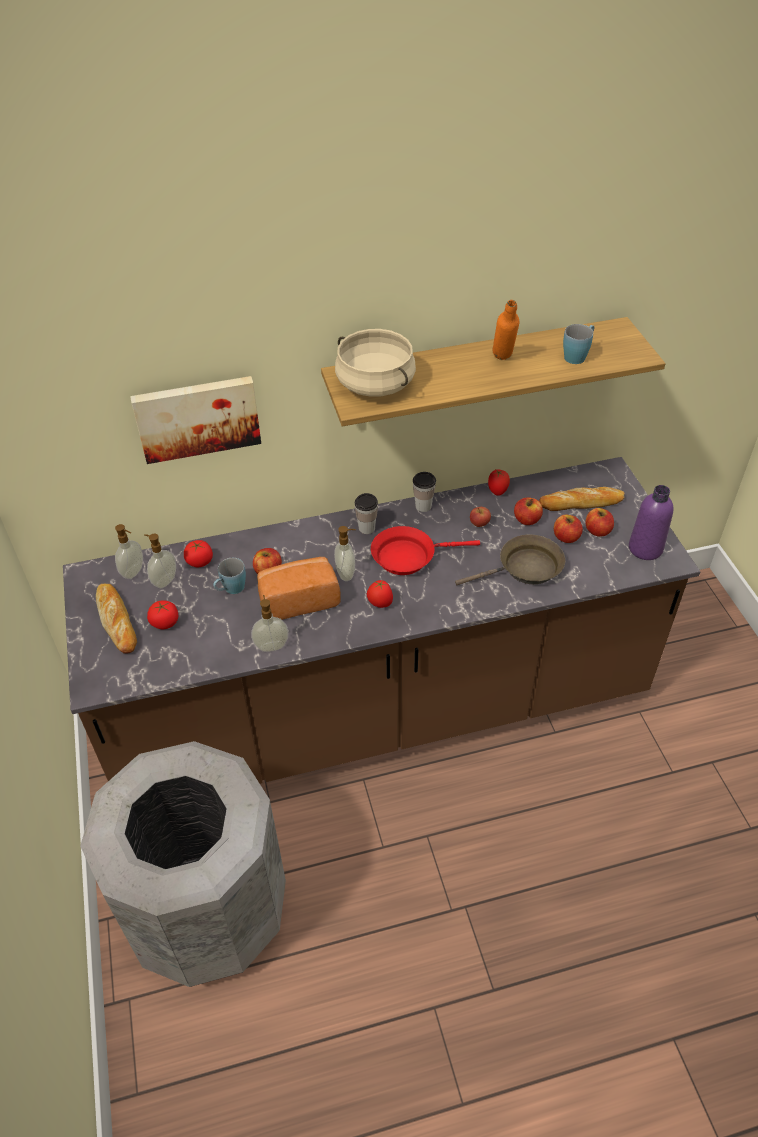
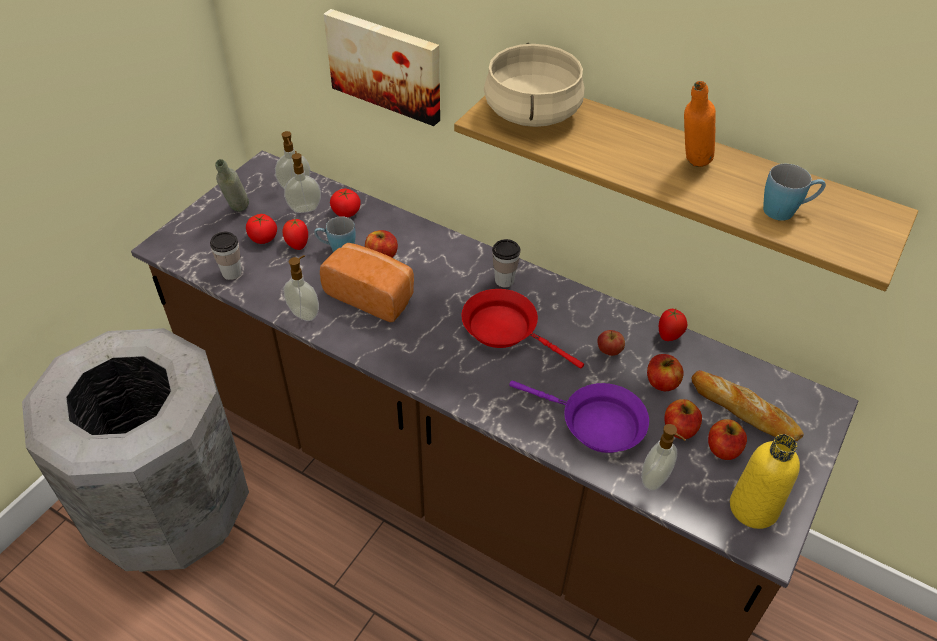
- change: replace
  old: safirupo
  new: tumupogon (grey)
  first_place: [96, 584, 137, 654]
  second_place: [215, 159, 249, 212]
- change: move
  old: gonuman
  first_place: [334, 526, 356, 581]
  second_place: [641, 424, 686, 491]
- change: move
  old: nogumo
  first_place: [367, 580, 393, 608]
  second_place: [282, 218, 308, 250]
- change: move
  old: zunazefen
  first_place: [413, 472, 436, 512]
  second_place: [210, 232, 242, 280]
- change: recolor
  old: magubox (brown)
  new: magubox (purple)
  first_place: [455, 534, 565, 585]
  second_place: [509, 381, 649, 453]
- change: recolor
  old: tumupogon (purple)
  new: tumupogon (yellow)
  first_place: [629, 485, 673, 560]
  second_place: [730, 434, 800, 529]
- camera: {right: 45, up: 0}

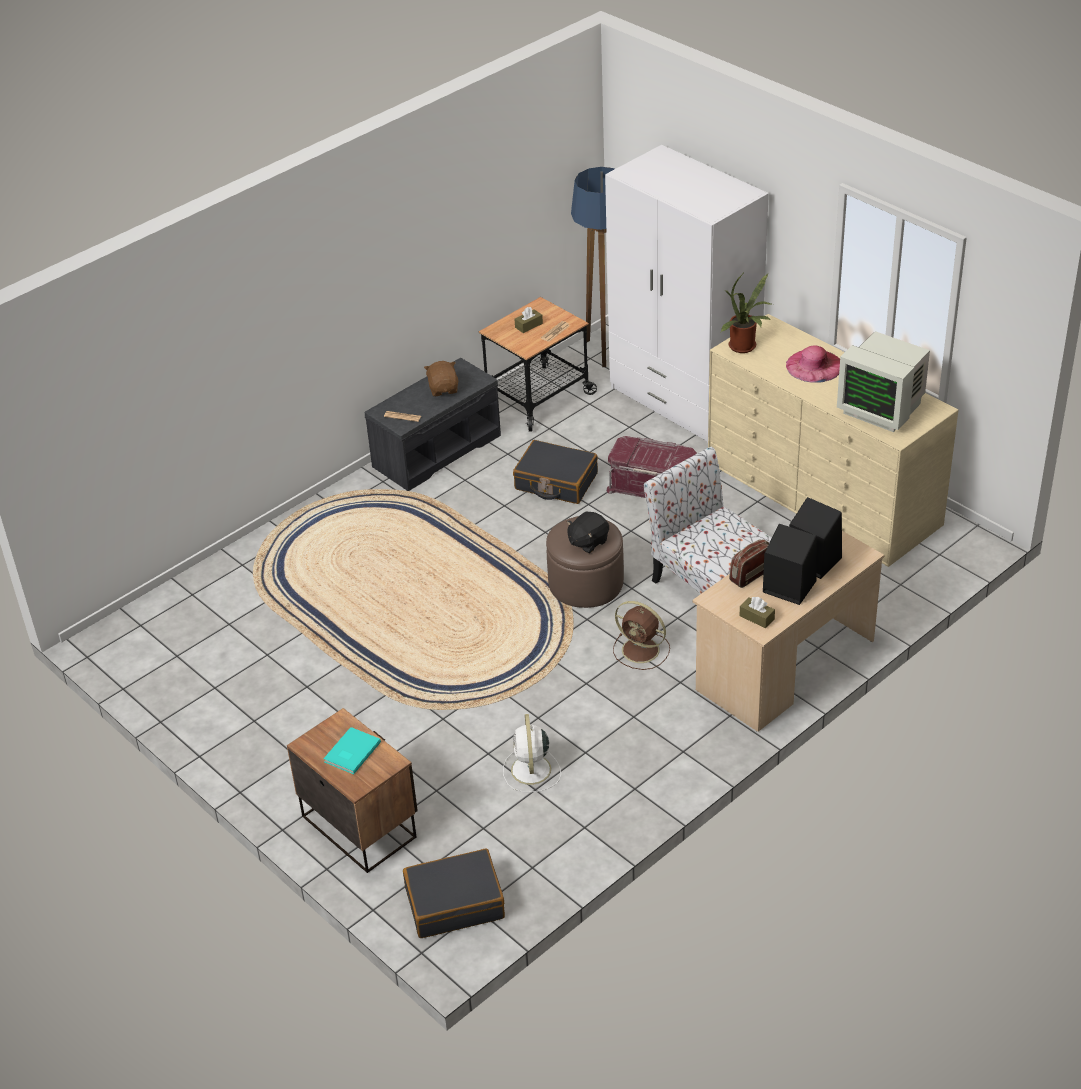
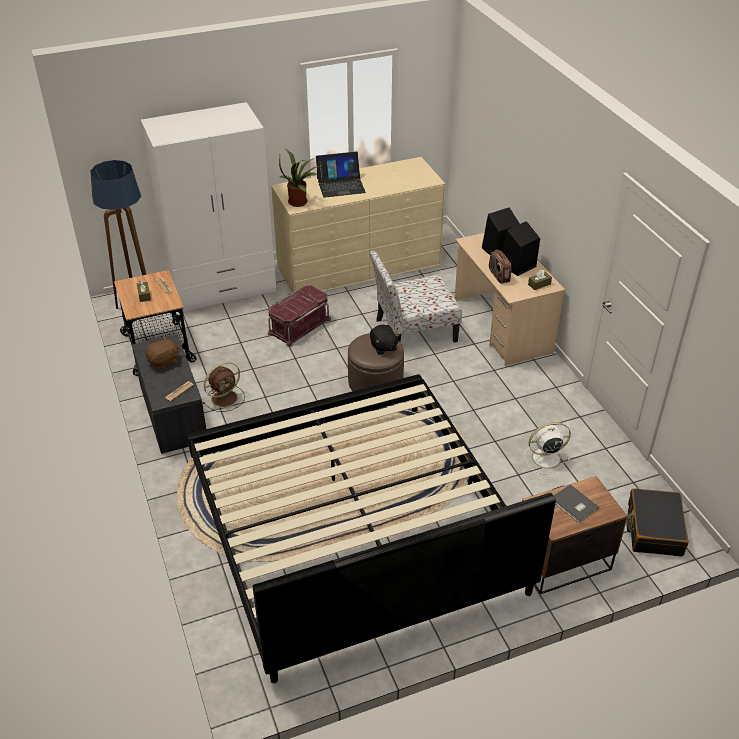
- change: recolor
  old: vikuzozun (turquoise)
  new: vikuzozun (grey)
  first_place: [324, 727, 381, 774]
  second_place: [554, 484, 599, 523]
- change: rotate
  old: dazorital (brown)
  first_place: [424, 361, 458, 396]
  second_place: [145, 337, 180, 370]
  degrees: 135
- change: rotate
  old: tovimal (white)
  first_place: [503, 714, 561, 792]
  second_place: [524, 422, 571, 475]
  degrees: 150
- change: delete
  old: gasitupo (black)
  first_place: [513, 440, 598, 504]
- change: move
  old: tovimal (brown)
  first_place: [613, 601, 670, 670]
  second_place: [203, 362, 245, 412]
- change: replace
  old: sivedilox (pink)
  new: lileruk
  first_place: [786, 345, 840, 383]
  second_place: [316, 152, 366, 198]
- change: delete
  old: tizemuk
  first_place: [837, 331, 930, 432]
- change: insert
  new: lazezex
  second_place: [187, 374, 556, 683]
- camera: {right: -70, up: 0}

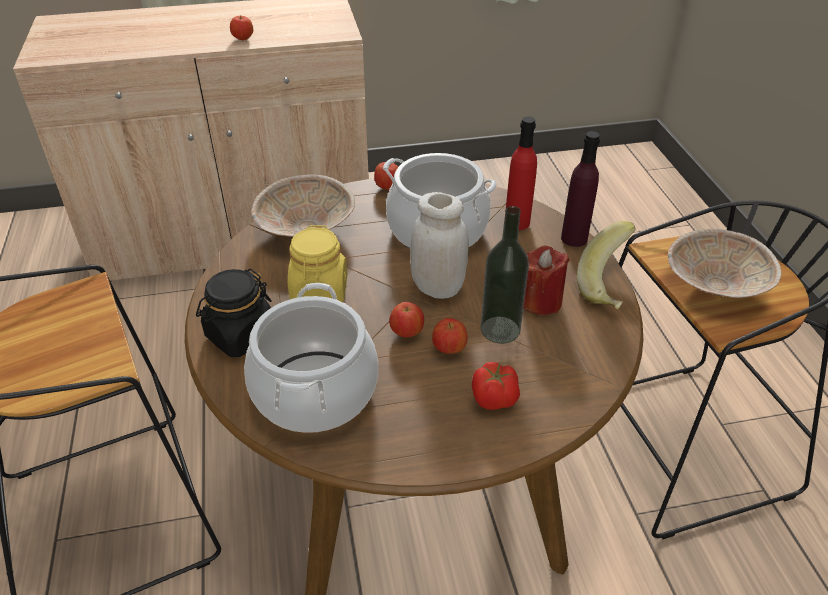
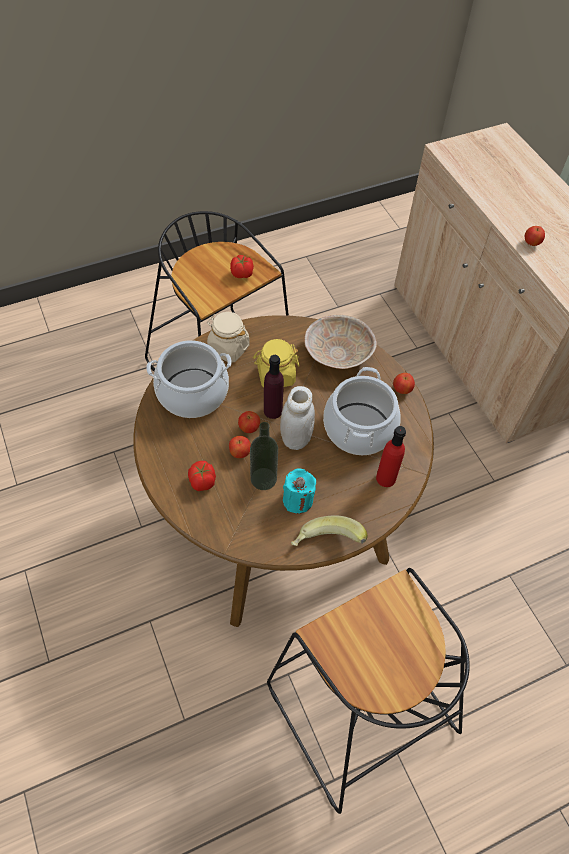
- change: recolor
  old: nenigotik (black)
  new: nenigotik (beige)
  first_place: [196, 268, 272, 357]
  second_place: [207, 312, 249, 363]
- change: recolor
  old: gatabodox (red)
  new: gatabodox (turquoise)
  first_place: [523, 246, 569, 315]
  second_place: [283, 468, 316, 514]
- change: move
  old: tumupogon (purple)
  first_place: [561, 131, 600, 247]
  second_place: [264, 355, 284, 419]
- change: delete
  old: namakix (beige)
  first_place: [668, 229, 782, 298]
- change: insert
  new: nogumo
  second_place: [230, 255, 254, 278]
- camera: {right: 75, up: 15}

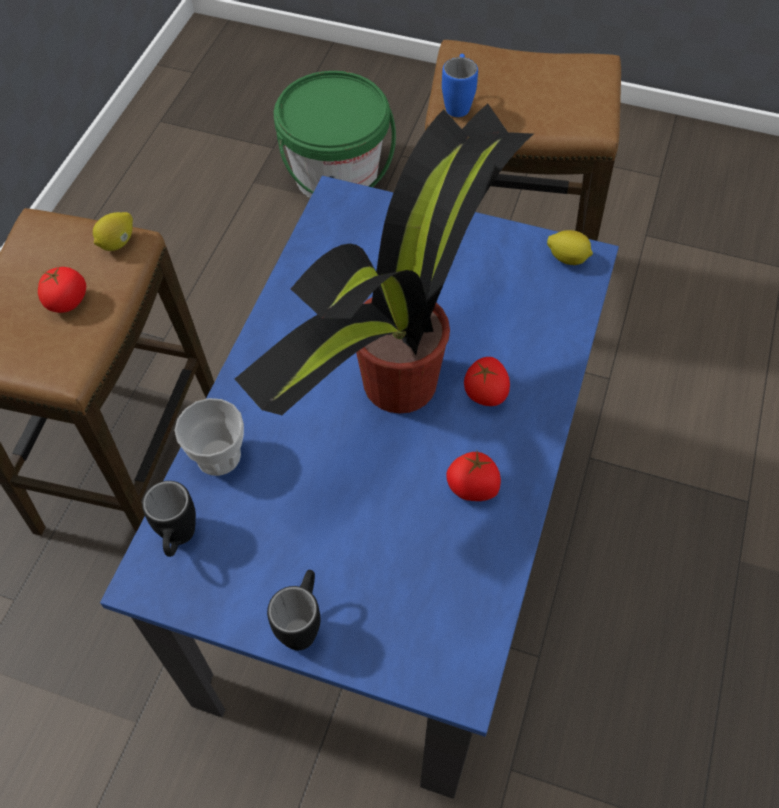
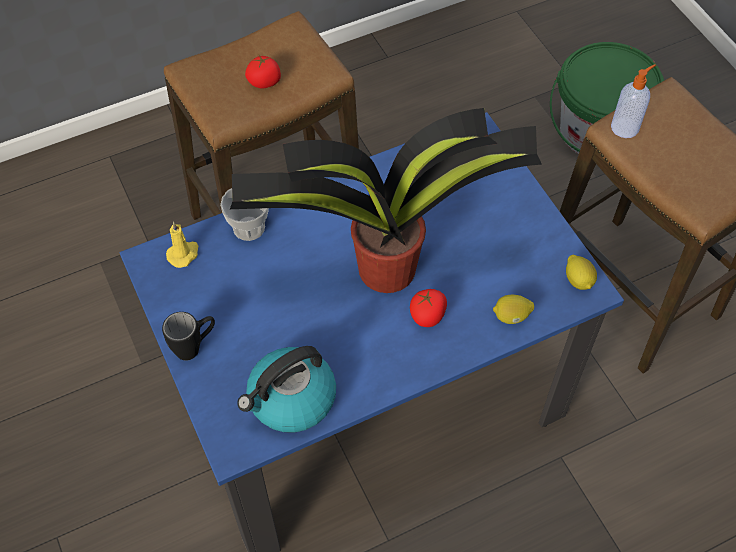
- change: move
  old: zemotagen
  first_place: [93, 212, 133, 251]
  second_place: [493, 295, 534, 324]
- change: replace
  old: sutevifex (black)
  new: gatabodox (yellow)
  first_place: [142, 481, 196, 557]
  second_place: [166, 222, 199, 268]
- change: replace
  old: sutevifex (blue)
  new: gonuman
  first_place: [442, 54, 478, 117]
  second_place: [611, 64, 656, 138]
- change: delete
  old: nogumo
  first_place: [446, 452, 501, 501]
- change: insert
  new: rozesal
  second_place: [237, 346, 336, 433]
- camera: {right: 45, up: 0}

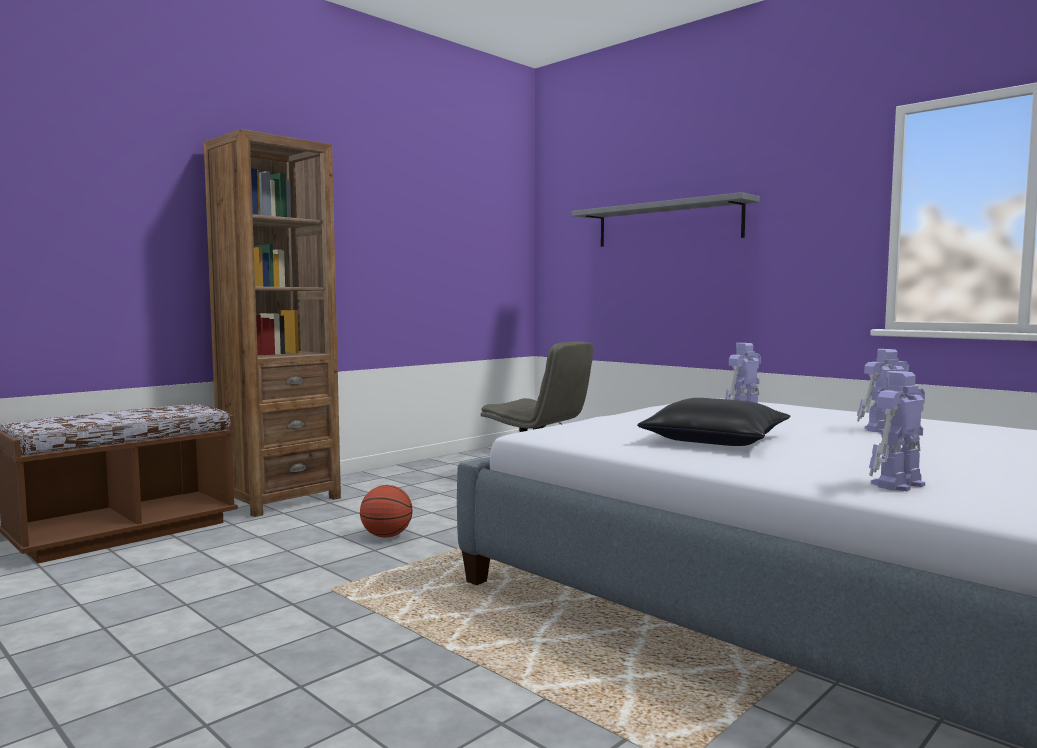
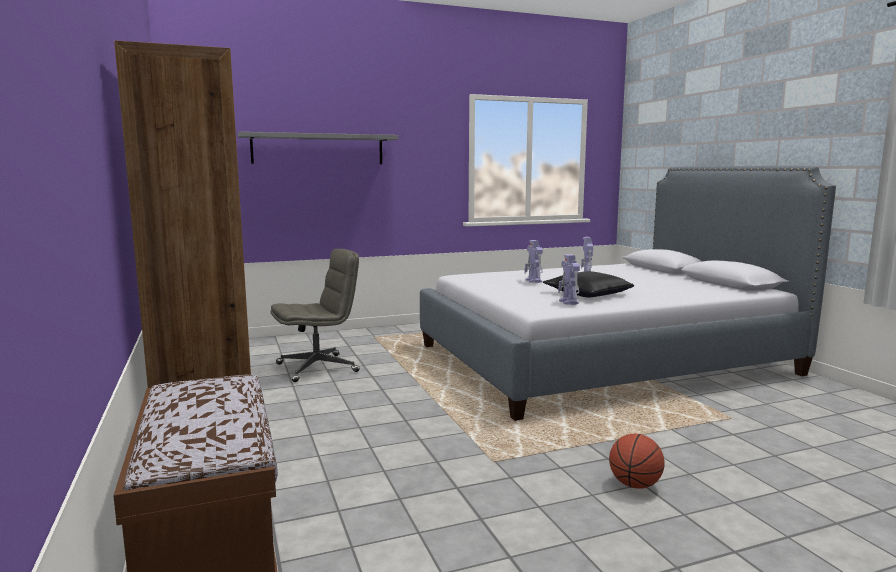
- change: move
  old: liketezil
  first_place: [360, 485, 413, 538]
  second_place: [609, 434, 665, 489]
- change: move
  old: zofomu
  first_place: [869, 371, 925, 491]
  second_place: [558, 254, 580, 305]
- camera: {right: -65, up: 5}

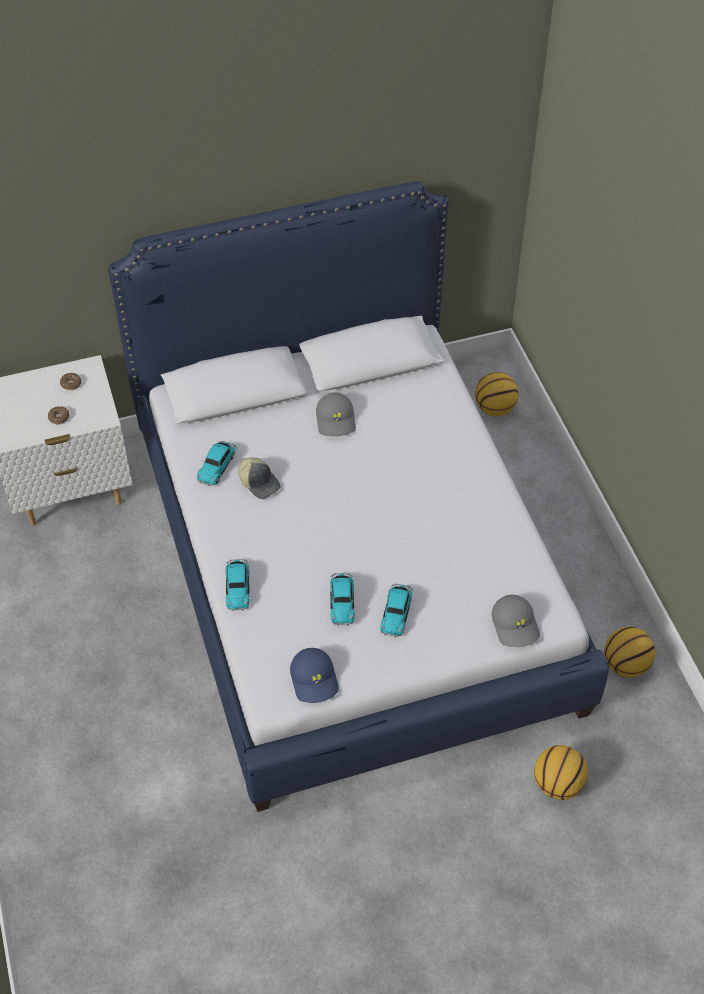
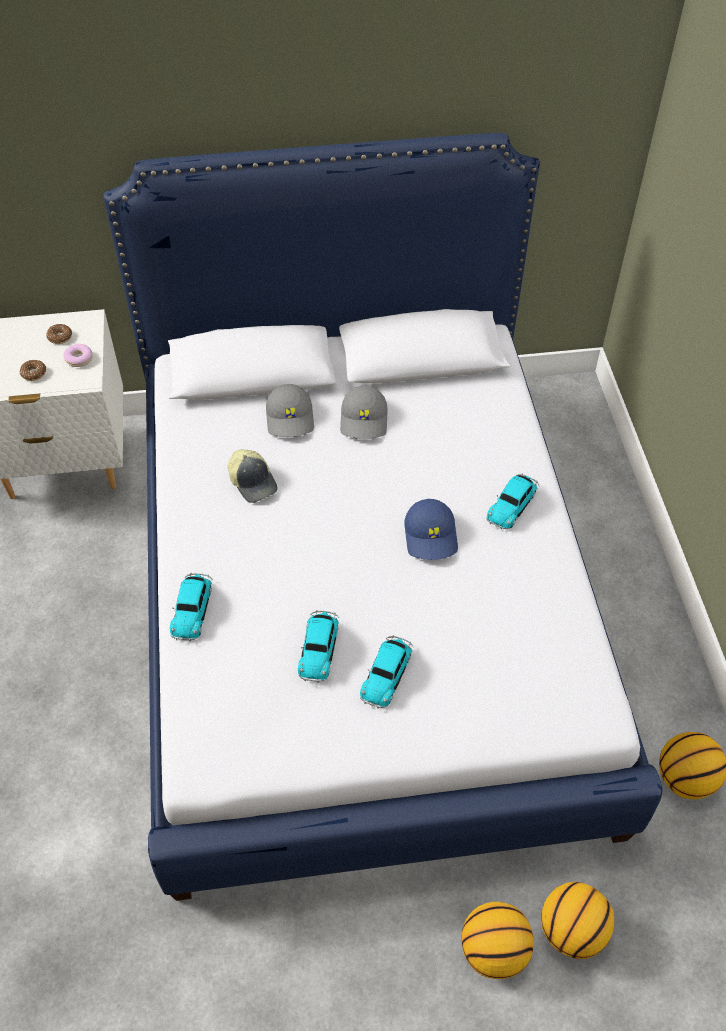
- change: move
  old: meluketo
  first_place: [197, 441, 237, 486]
  second_place: [486, 473, 539, 529]
- change: move
  old: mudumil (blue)
  first_place: [290, 648, 339, 703]
  second_place: [404, 499, 458, 560]
- change: move
  old: liketezil
  first_place: [475, 372, 518, 416]
  second_place: [462, 902, 534, 979]
- change: move
  old: mudumil (grey)
  first_place: [492, 595, 540, 647]
  second_place: [266, 384, 314, 437]
- change: insert
  new: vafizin
  second_place: [63, 344, 93, 367]
- camera: {right: 10, up: 0}

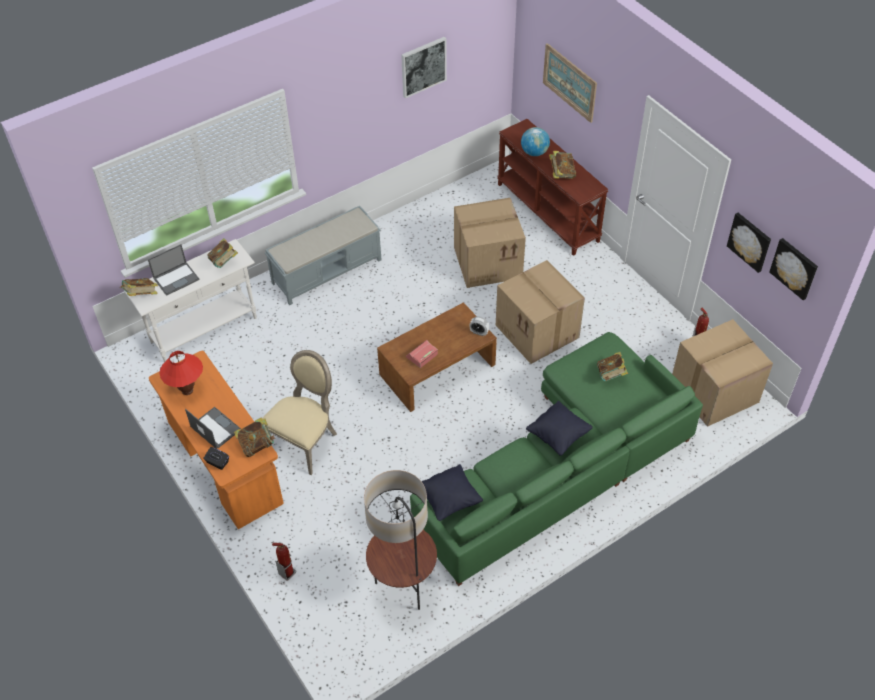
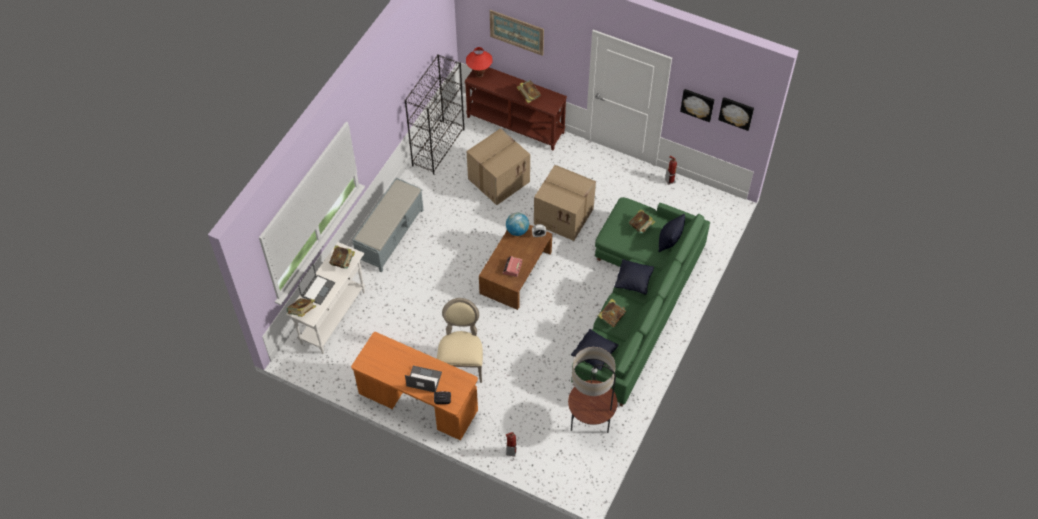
- change: move
  old: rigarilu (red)
  first_place: [159, 351, 203, 395]
  second_place: [466, 47, 493, 78]
- change: move
  old: vikuzozun
  first_place: [234, 418, 276, 457]
  second_place: [598, 299, 626, 328]
- change: delete
  old: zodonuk
  first_place: [401, 37, 447, 98]
- change: move
  old: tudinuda
  first_place: [521, 127, 550, 156]
  second_place: [506, 213, 529, 236]
- change: delete
  old: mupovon
  first_place: [672, 319, 773, 427]
- change: insert
  new: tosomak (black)
  second_place: [404, 54, 465, 175]
- change: insert
  new: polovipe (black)
  second_place: [658, 214, 685, 252]
- camera: {right: -30, up: 5}

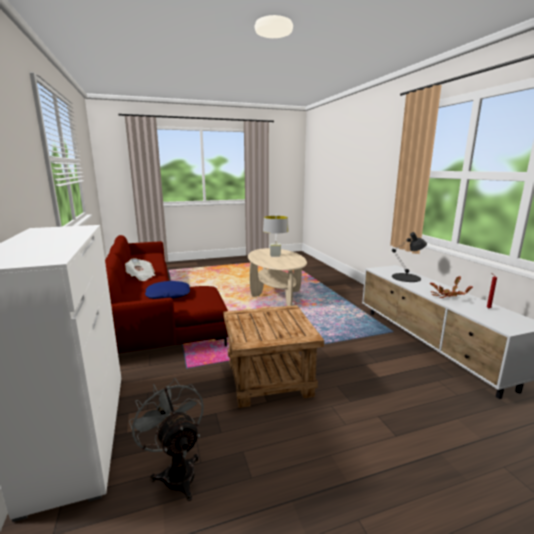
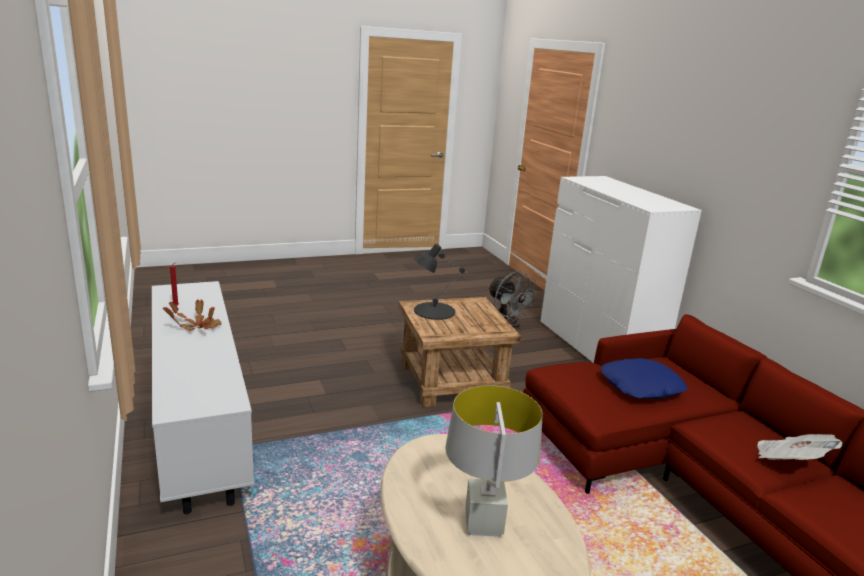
- change: move
  old: rigarilu (black)
  first_place: [392, 232, 427, 282]
  second_place: [414, 244, 465, 320]
- camera: {right: 175, up: 5}

